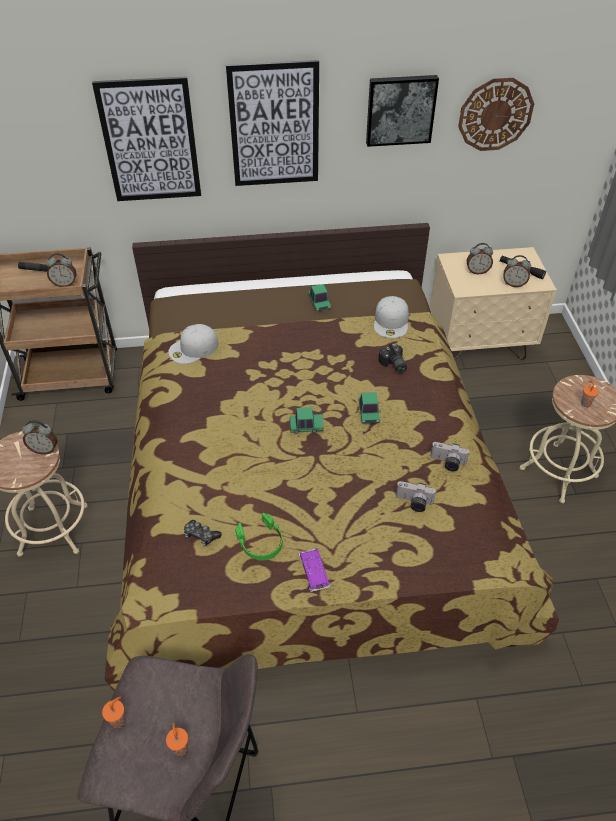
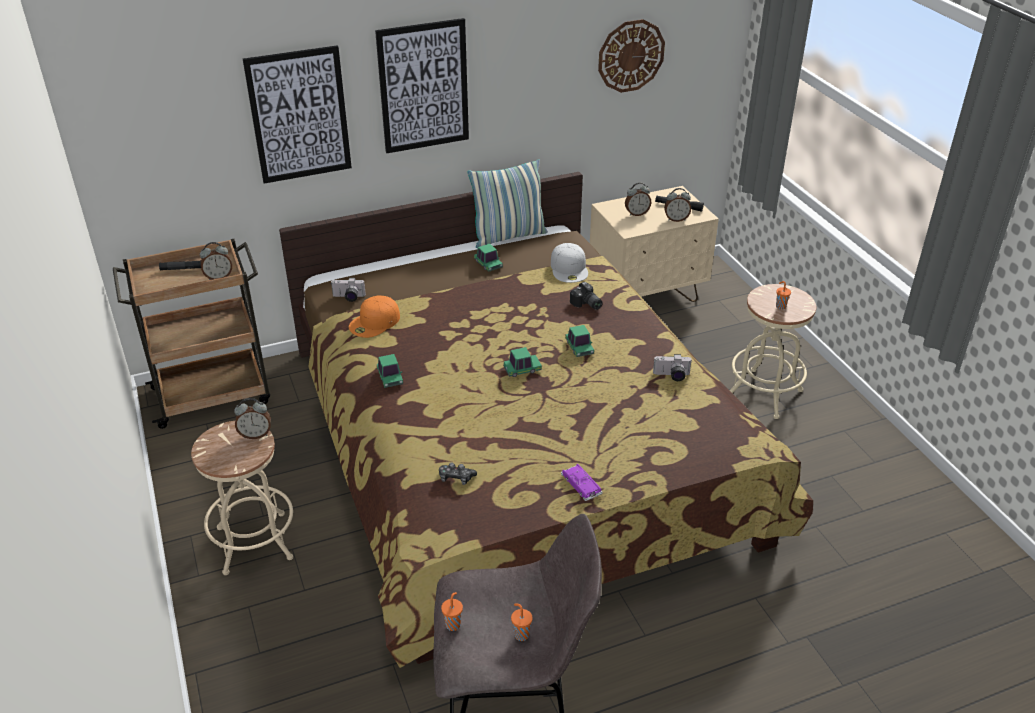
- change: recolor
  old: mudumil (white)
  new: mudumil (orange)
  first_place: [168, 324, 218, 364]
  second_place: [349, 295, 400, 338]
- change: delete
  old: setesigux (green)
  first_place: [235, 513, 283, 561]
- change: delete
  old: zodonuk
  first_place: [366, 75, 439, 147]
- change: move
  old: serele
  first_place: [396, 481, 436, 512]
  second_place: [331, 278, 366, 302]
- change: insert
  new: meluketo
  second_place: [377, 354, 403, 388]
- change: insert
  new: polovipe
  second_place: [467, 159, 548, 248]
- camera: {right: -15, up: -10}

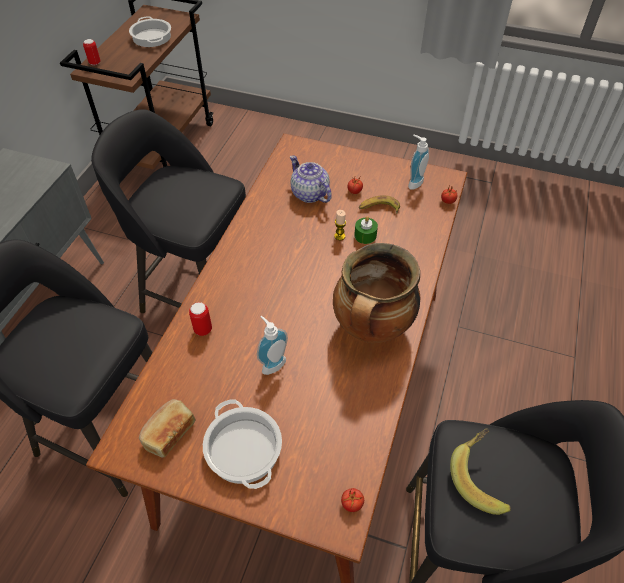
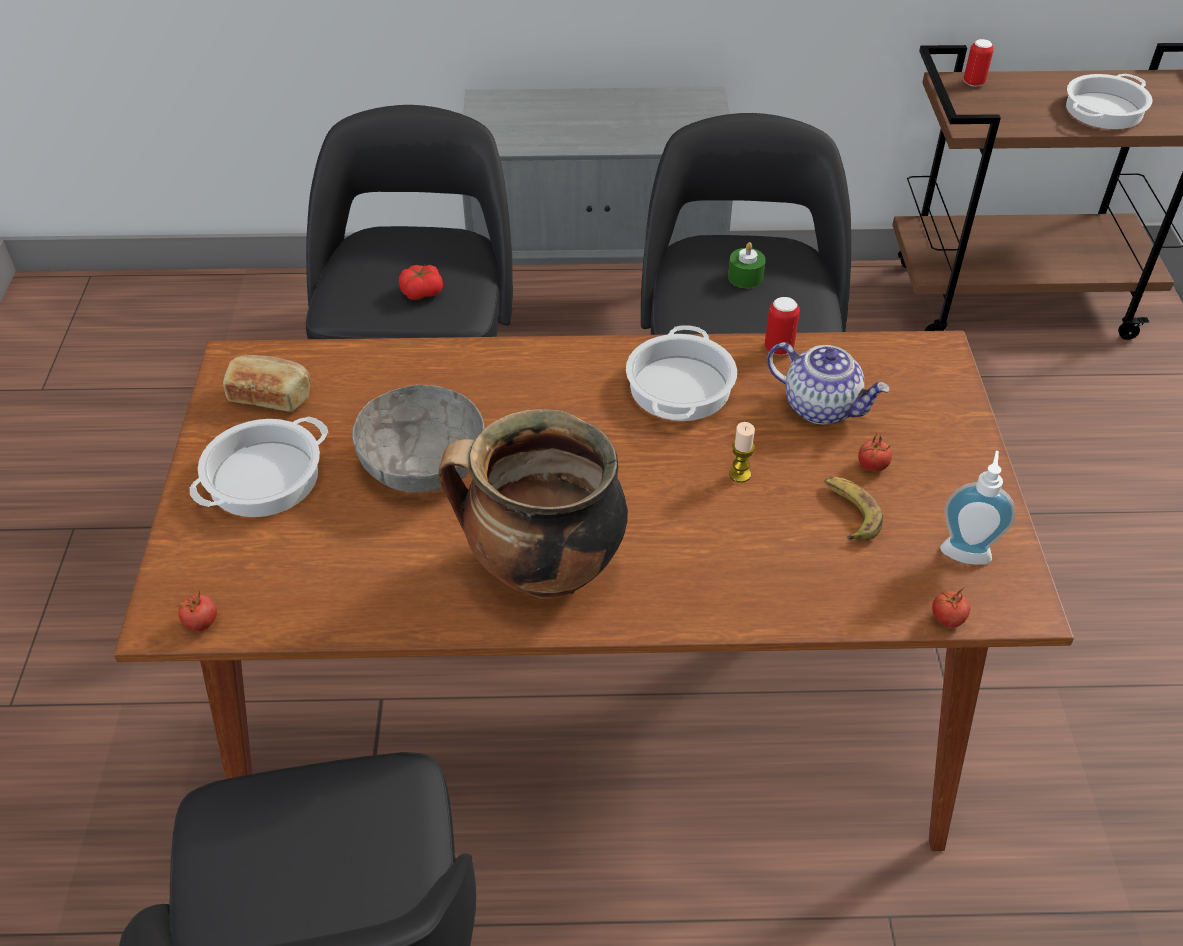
- change: move
  old: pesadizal
  first_place: [189, 302, 212, 336]
  second_place: [765, 297, 800, 355]
- change: replace
  old: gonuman
  new: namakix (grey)
  first_place: [257, 315, 288, 375]
  second_place: [352, 384, 484, 493]
- change: rotate
  old: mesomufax
  first_place: [290, 155, 332, 203]
  second_place: [767, 342, 890, 424]
  degrees: 90
- change: move
  old: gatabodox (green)
  first_place: [354, 216, 378, 244]
  second_place: [728, 242, 766, 288]
- change: delete
  old: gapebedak
  first_place: [450, 428, 511, 515]
- change: insert
  new: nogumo
  second_place: [399, 265, 443, 300]
- change: insert
  new: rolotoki
  second_place: [626, 325, 737, 421]
- camera: {right: 70, up: -5}

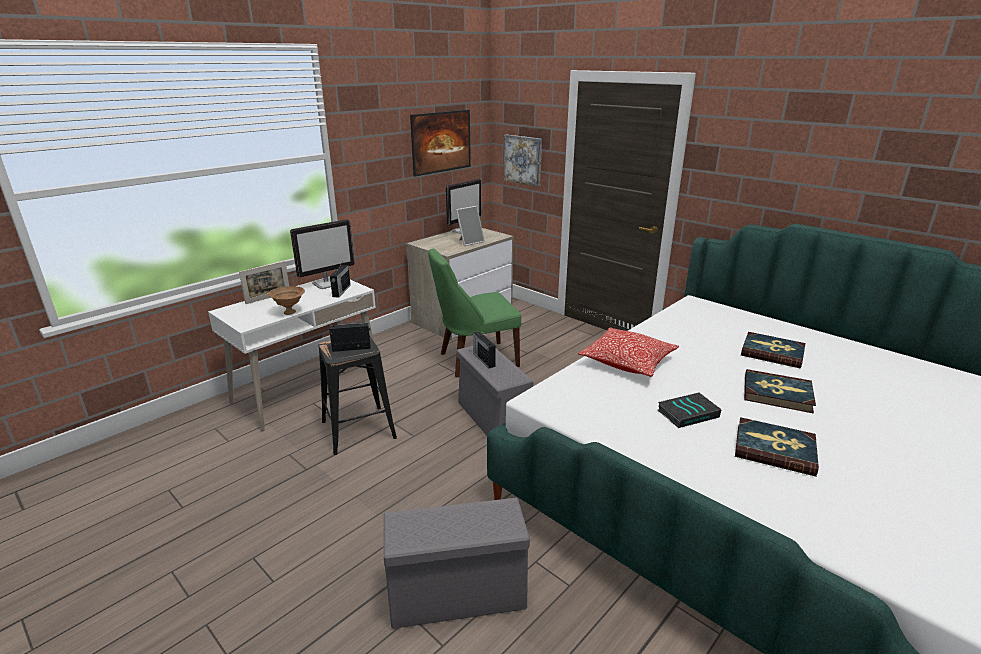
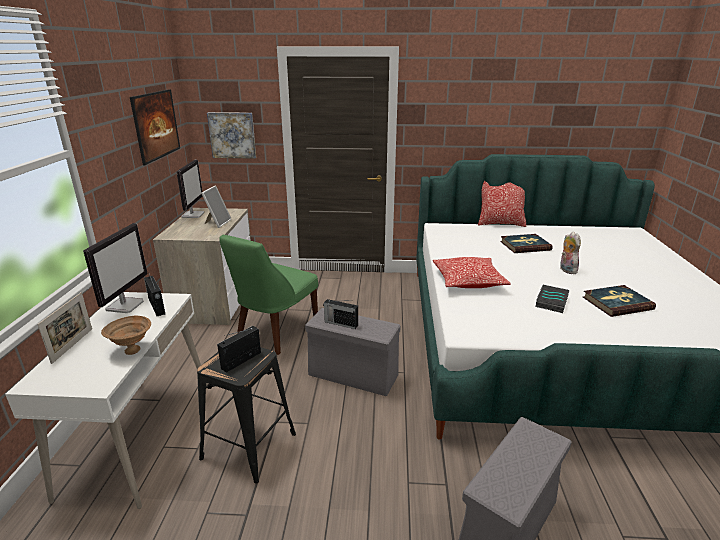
- change: replace
  old: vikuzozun
  new: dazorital
  first_place: [744, 369, 816, 414]
  second_place: [560, 232, 581, 274]
- change: insert
  new: polovipe
  second_place: [478, 181, 526, 227]
- camera: {right: -40, up: 0}

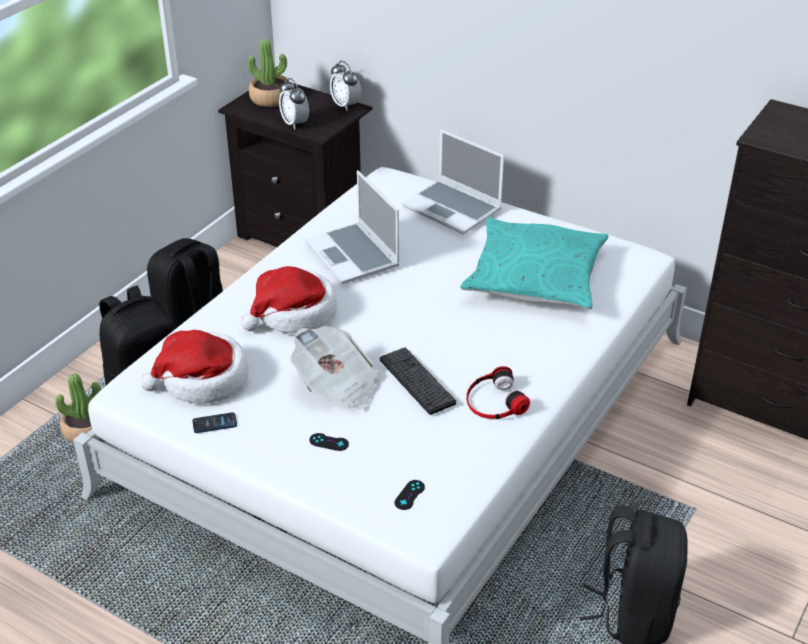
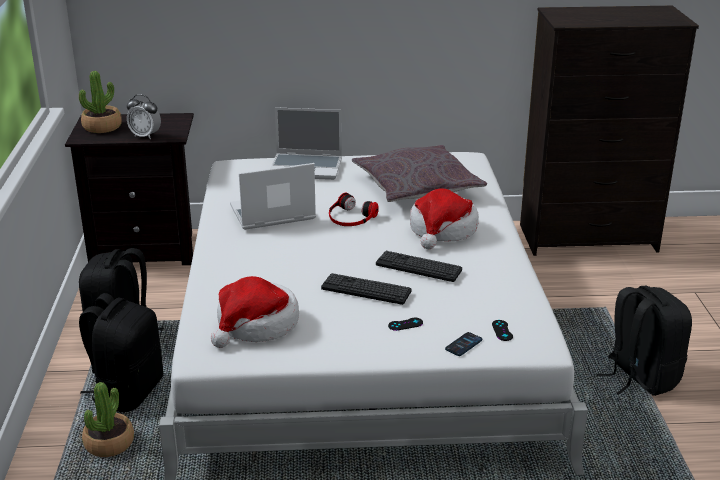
- change: move
  old: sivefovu
  first_place: [192, 413, 237, 433]
  second_place: [445, 332, 482, 356]
- change: move
  old: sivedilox
  first_place: [241, 266, 337, 333]
  second_place: [410, 188, 479, 249]
- change: replace
  old: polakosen
  new: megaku
  first_place: [291, 326, 379, 410]
  second_place: [321, 273, 411, 305]
- change: rotate
  old: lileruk
  first_place: [305, 170, 400, 284]
  second_place: [230, 163, 316, 230]
  degrees: 135
- change: delete
  old: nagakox
  first_place: [330, 61, 361, 111]
- change: recolor
  old: polovipe (turquoise)
  new: polovipe (grey)
  first_place: [461, 218, 608, 309]
  second_place: [352, 145, 487, 202]
- change: move
  old: setesigux
  first_place: [466, 366, 530, 419]
  second_place: [329, 193, 379, 226]
- camera: {right: -35, up: -10}

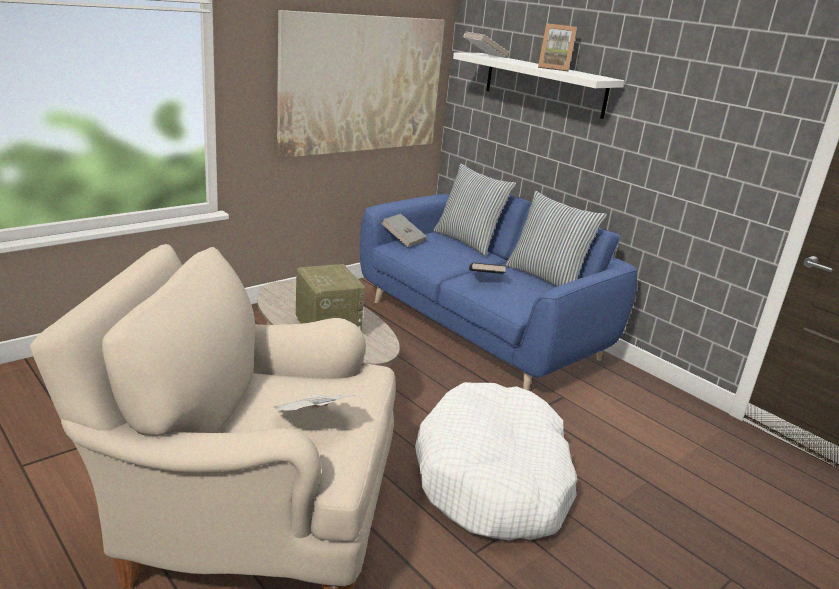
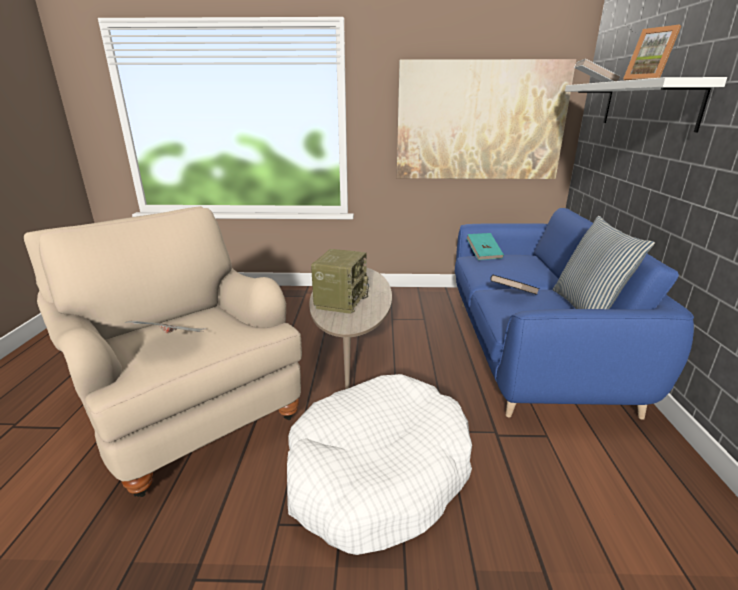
- change: recolor
  old: vikuzozun (grey)
  new: vikuzozun (turquoise)
  first_place: [381, 214, 427, 247]
  second_place: [466, 233, 504, 260]
- change: delete
  old: polovipe
  first_place: [433, 163, 516, 257]
- camera: {right: 45, up: 0}

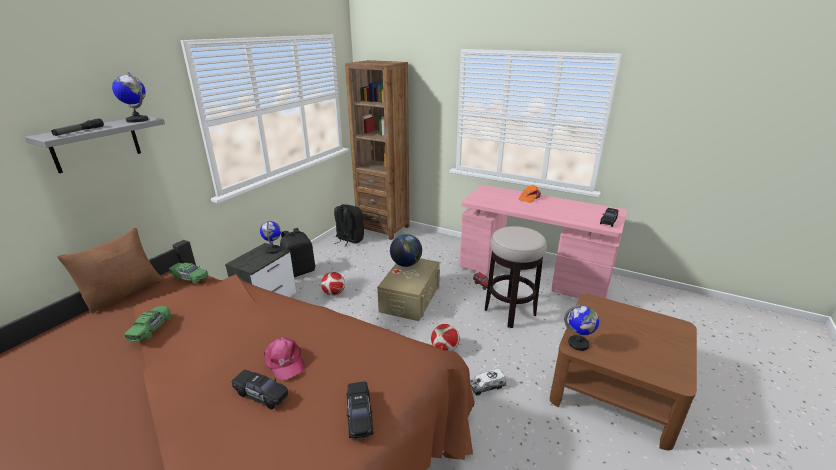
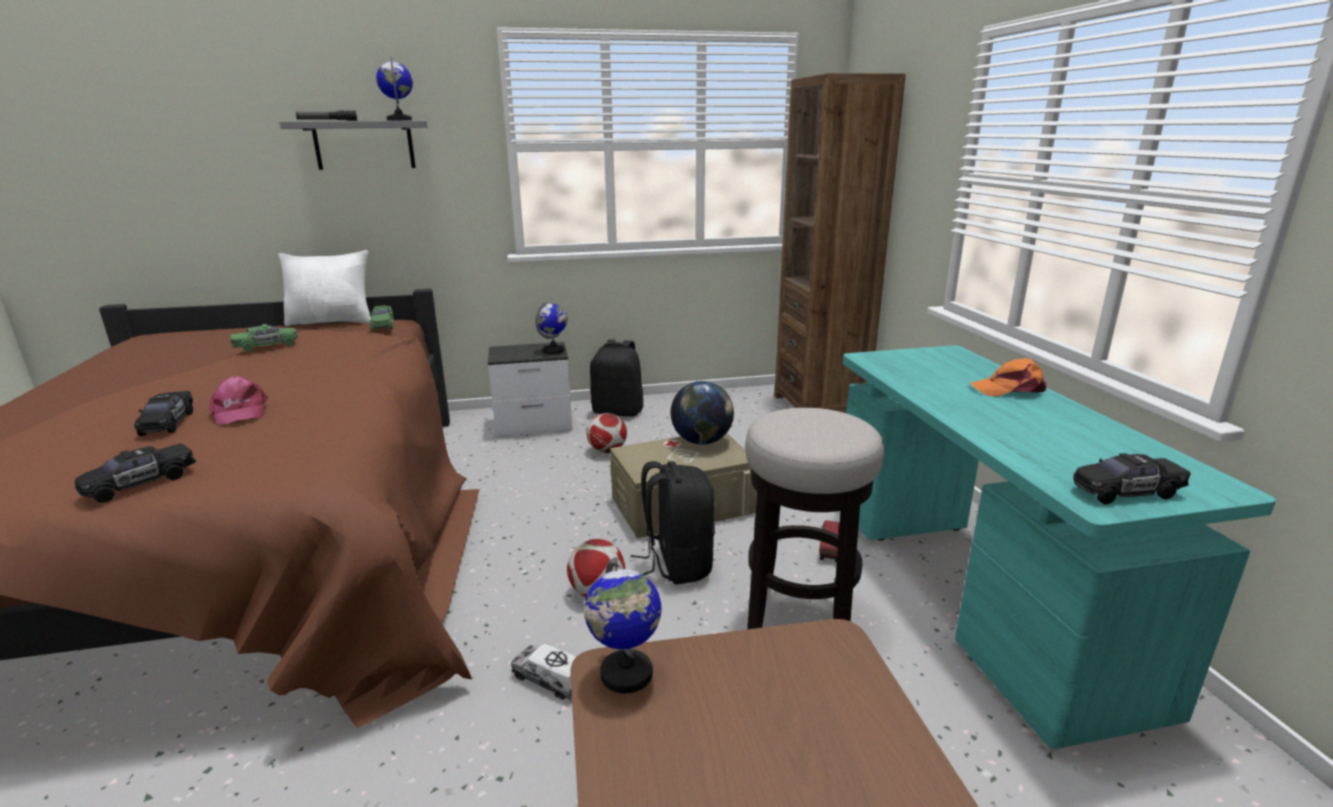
- change: recolor
  old: polovipe (brown)
  new: polovipe (white)
  first_place: [57, 228, 162, 313]
  second_place: [278, 250, 371, 326]
- change: rotate
  old: mudumil (pink)
  first_place: [264, 337, 305, 380]
  second_place: [209, 376, 268, 425]
  degrees: -45
- change: move
  old: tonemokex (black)
  first_place: [334, 204, 364, 247]
  second_place: [630, 461, 715, 585]
- change: recolor
  old: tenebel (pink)
  new: tenebel (turquoise)
  first_place: [460, 185, 627, 299]
  second_place: [843, 345, 1276, 749]
- camera: {right: 50, up: -5}

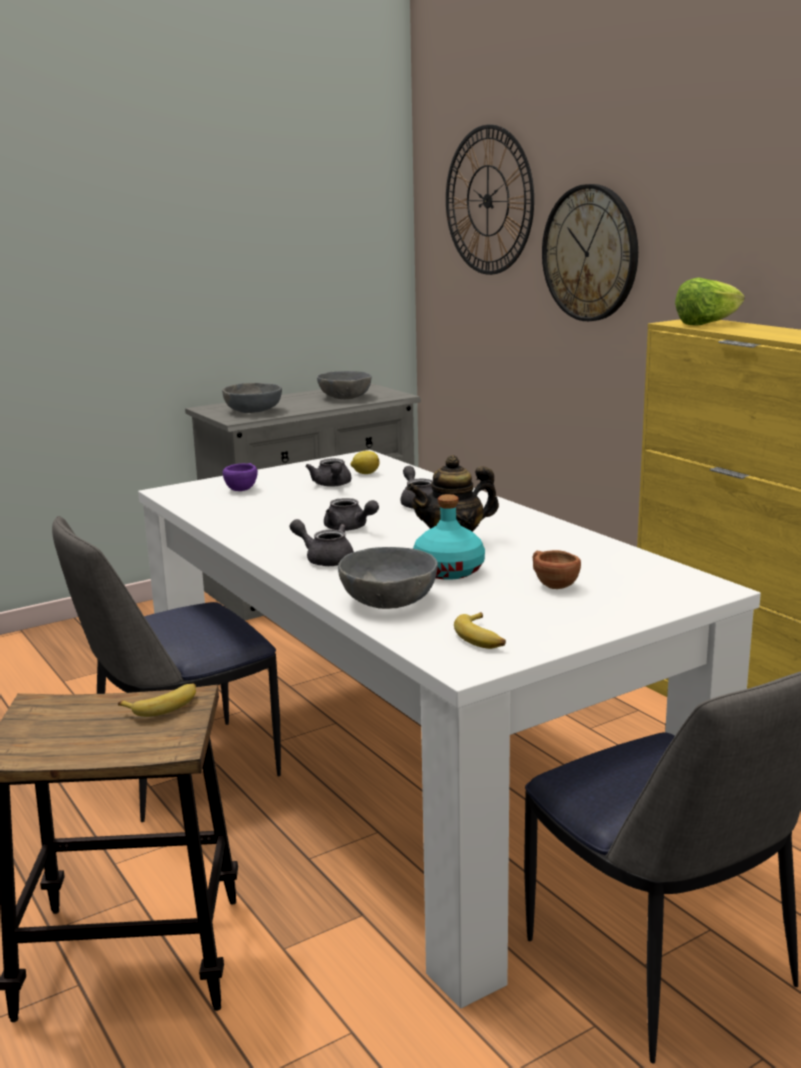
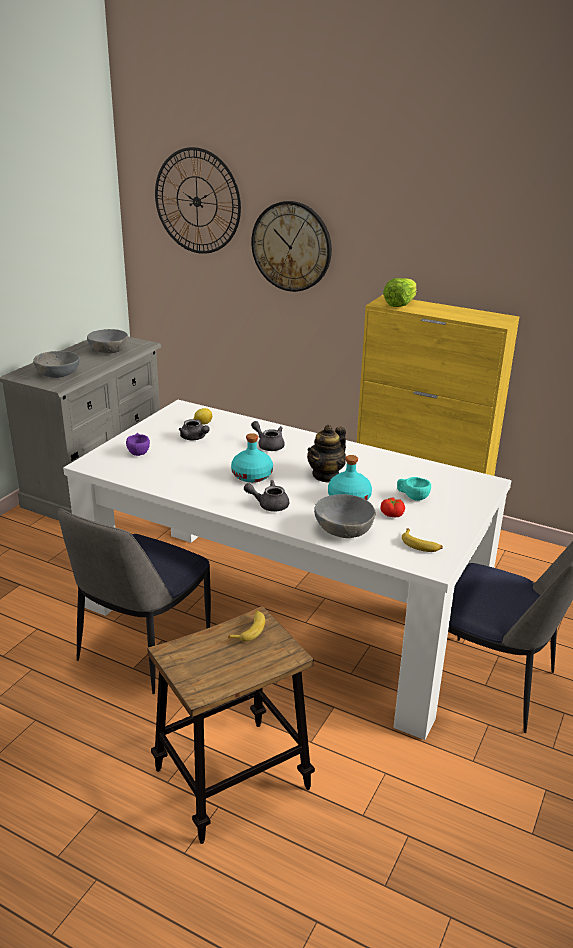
- change: replace
  old: mesomufax (grey)
  new: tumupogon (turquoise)
  first_place: [324, 498, 379, 531]
  second_place: [231, 433, 273, 483]
- change: recolor
  old: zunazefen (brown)
  new: zunazefen (turquoise)
  first_place: [533, 550, 581, 589]
  second_place: [397, 477, 431, 501]
- change: insert
  new: nogumo
  second_place: [380, 498, 405, 517]
- camera: {right: -30, up: 10}

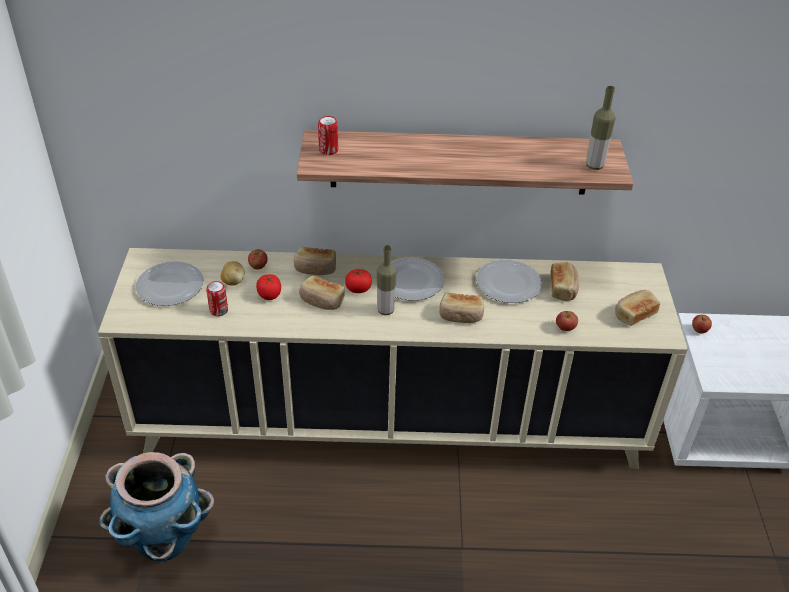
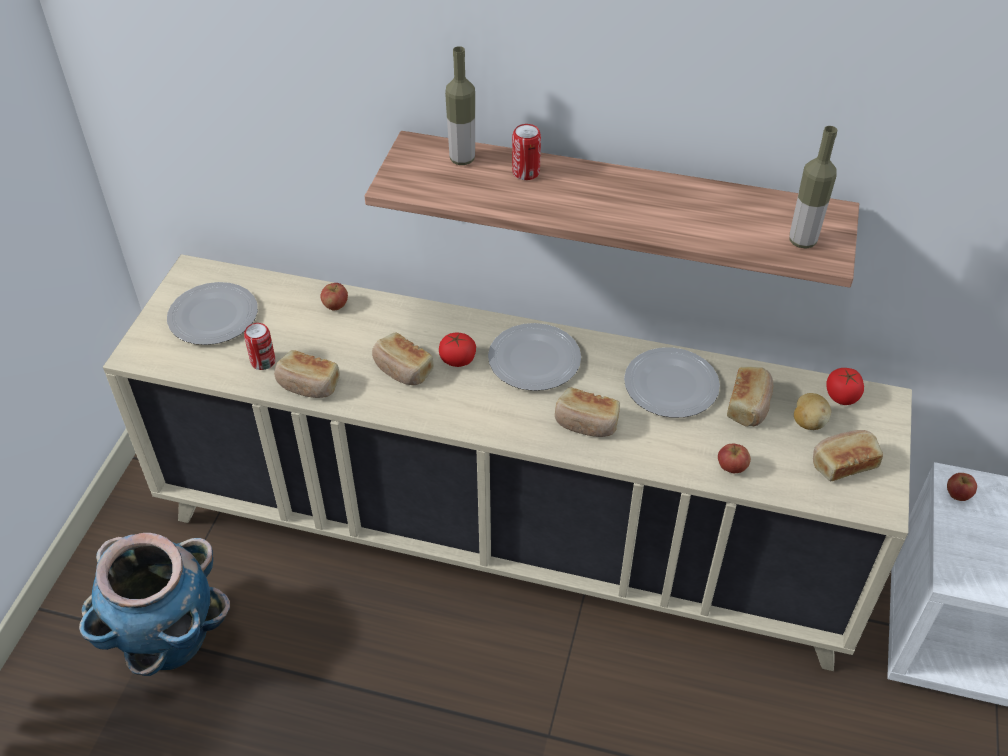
- change: move
  old: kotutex
  first_place: [220, 261, 245, 286]
  second_place: [794, 393, 831, 430]
- change: move
  old: nogumo
  first_place: [256, 274, 281, 300]
  second_place: [826, 368, 864, 405]
- change: move
  old: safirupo
  first_place: [294, 247, 336, 275]
  second_place: [274, 350, 340, 398]
- change: move
  old: pesadizal
  first_place: [318, 116, 338, 155]
  second_place: [512, 124, 541, 180]
- change: move
  old: tumupogon
  first_place: [377, 245, 397, 315]
  second_place: [445, 46, 475, 165]
- camera: {right: 15, up: 5}

